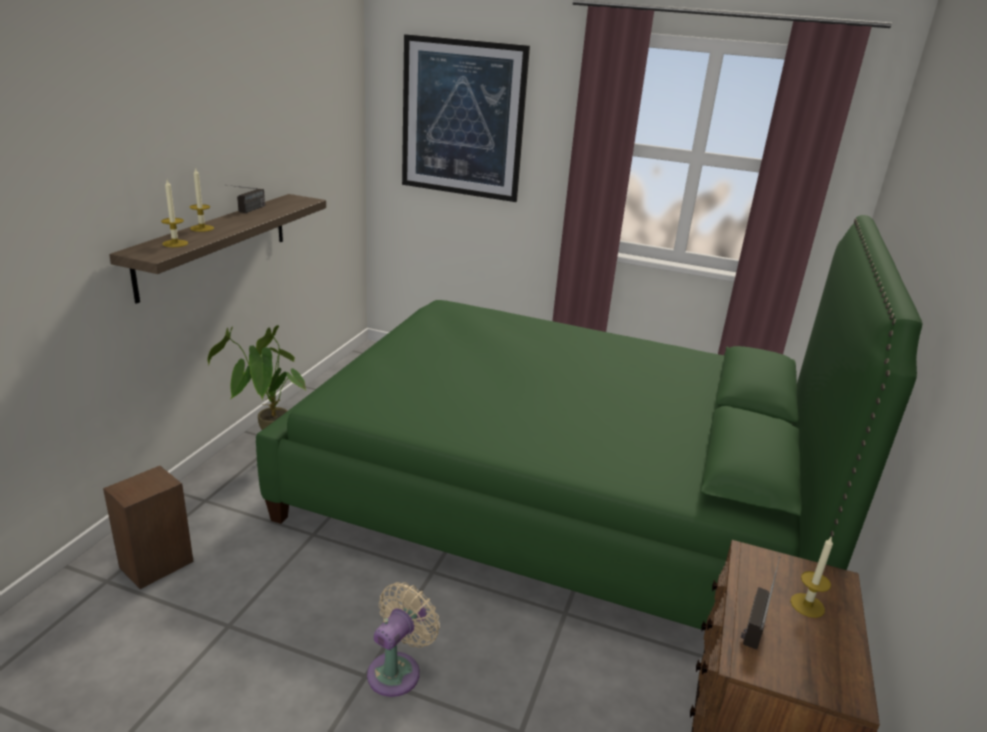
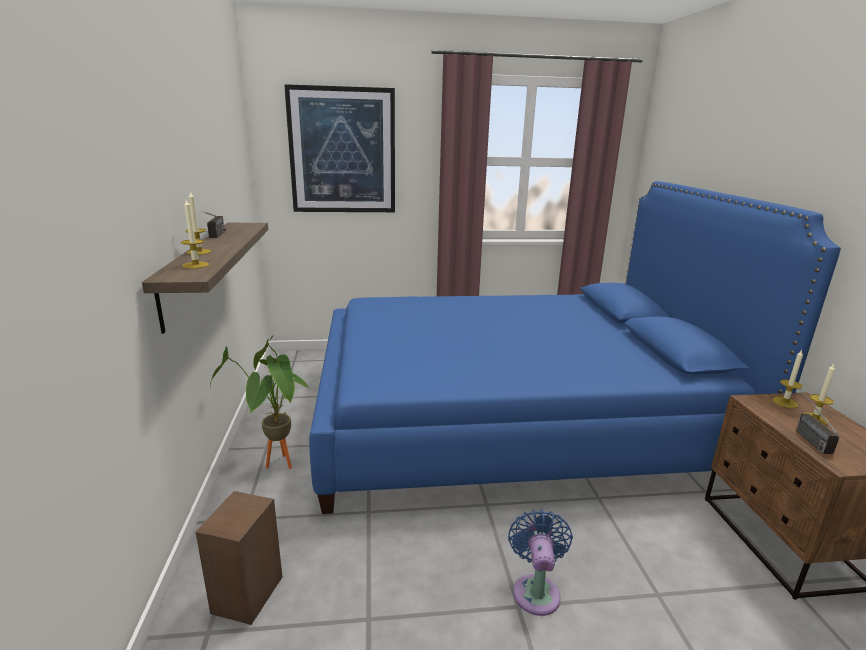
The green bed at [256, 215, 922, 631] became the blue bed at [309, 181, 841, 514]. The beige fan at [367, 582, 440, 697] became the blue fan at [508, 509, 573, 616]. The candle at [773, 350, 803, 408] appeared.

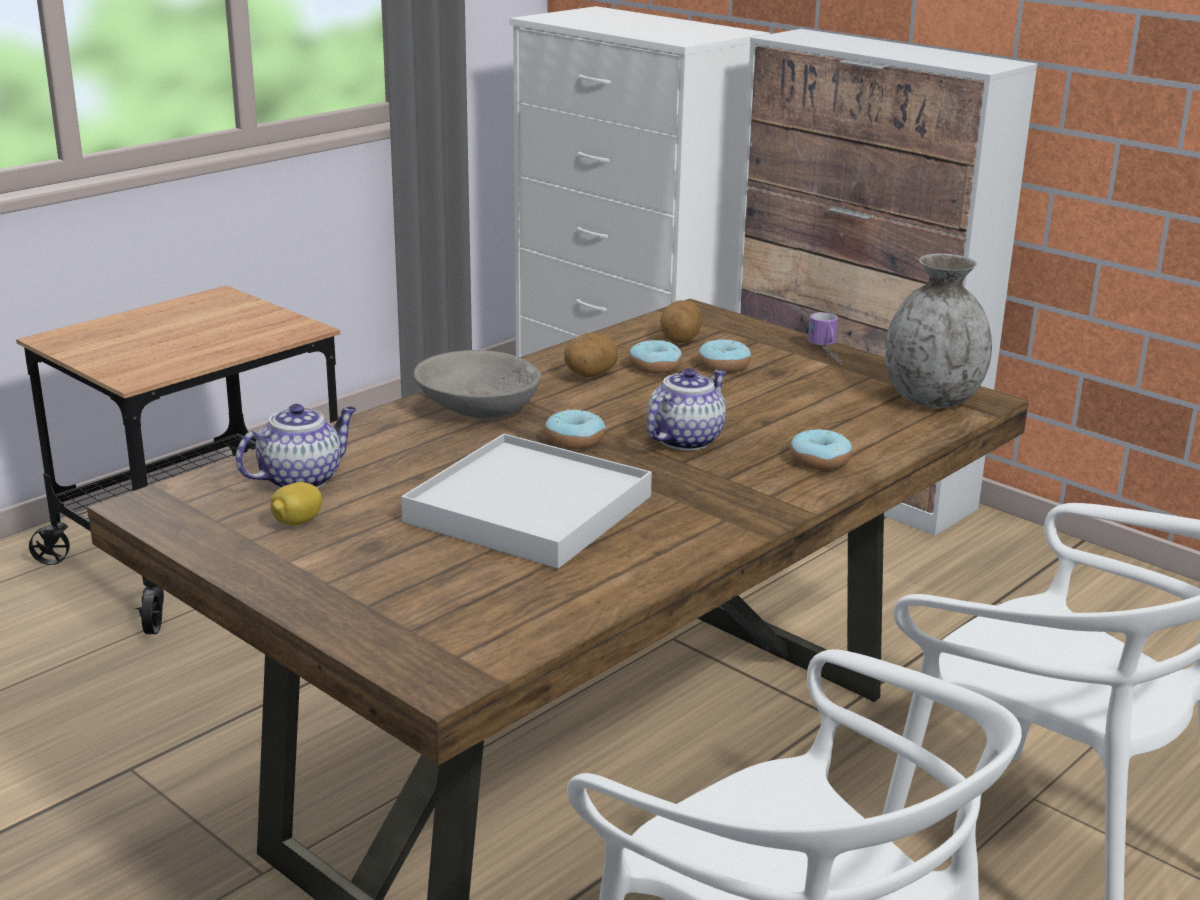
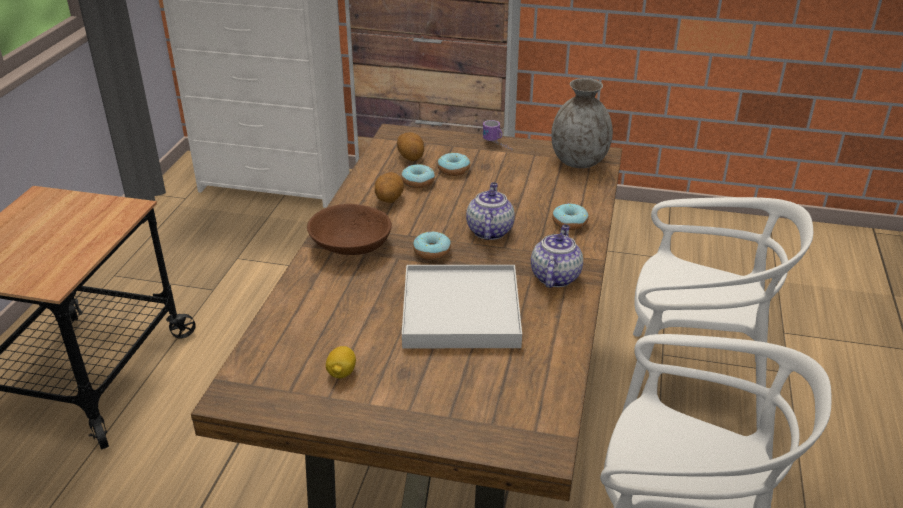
The teapot moved from [235, 404, 356, 488] to [531, 225, 583, 288]. The grey bowl at [413, 350, 542, 418] became the brown bowl at [307, 204, 392, 255].

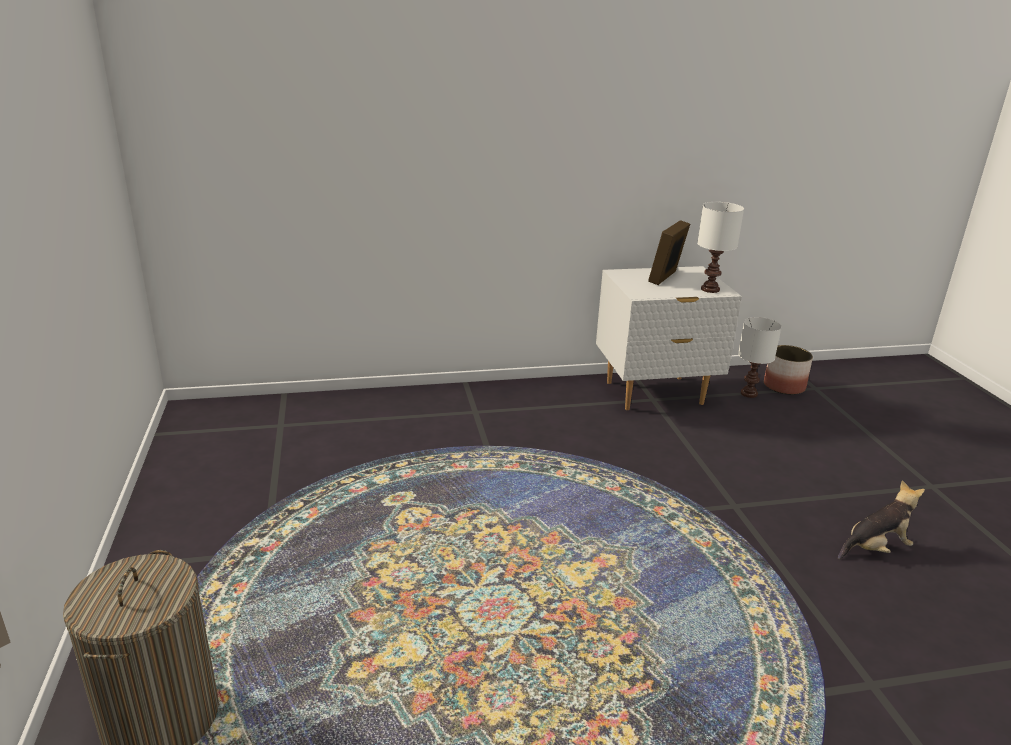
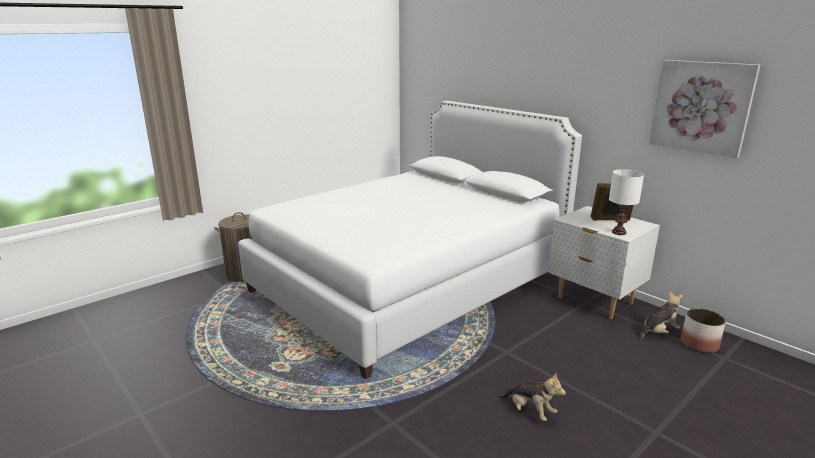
The white table lamp at [738, 317, 782, 398] was replaced by the plush toy at [639, 291, 683, 340]. The white bed at [238, 101, 582, 379] appeared. The picture at [649, 60, 760, 158] appeared.

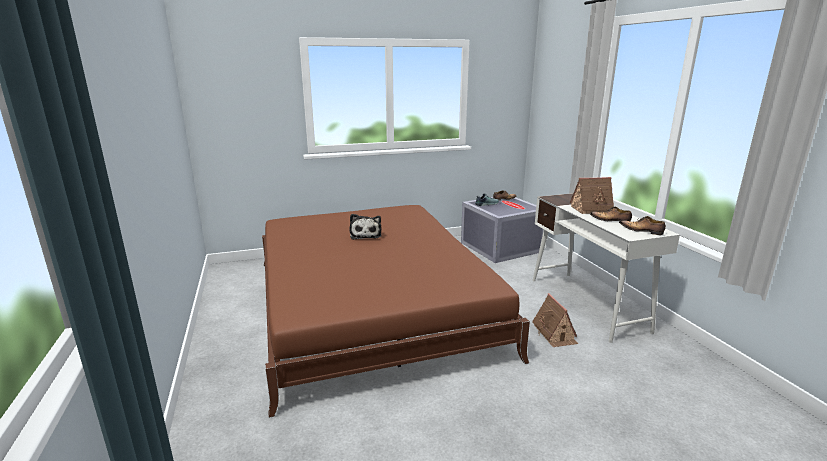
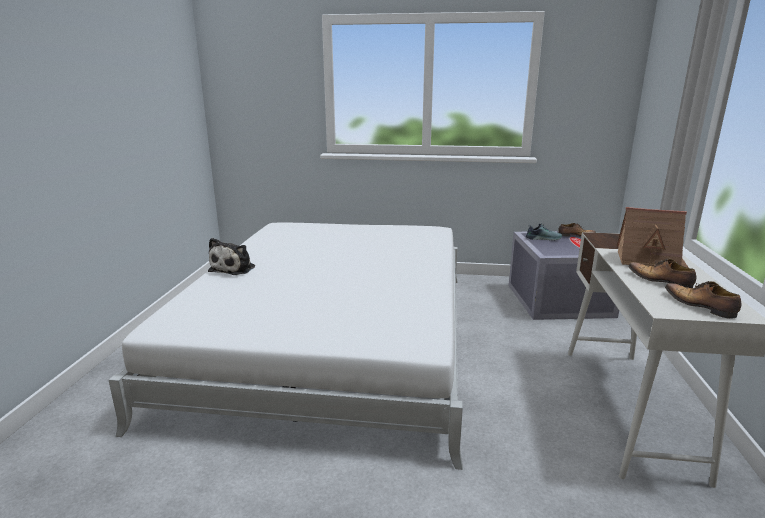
The brown bed at [262, 205, 530, 418] became the white bed at [109, 223, 463, 470]. The plush toy moved from [350, 214, 381, 240] to [208, 238, 255, 275]. The toy house at [532, 293, 578, 347] disappeared.

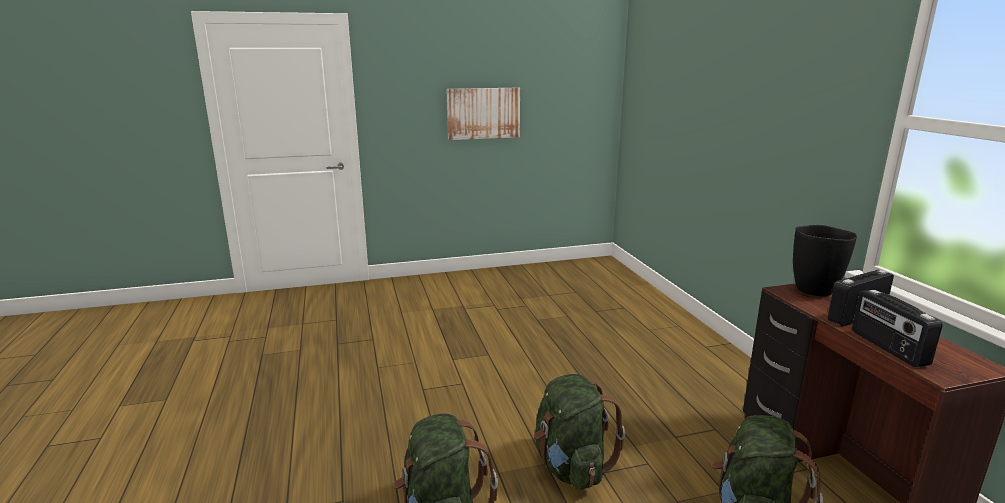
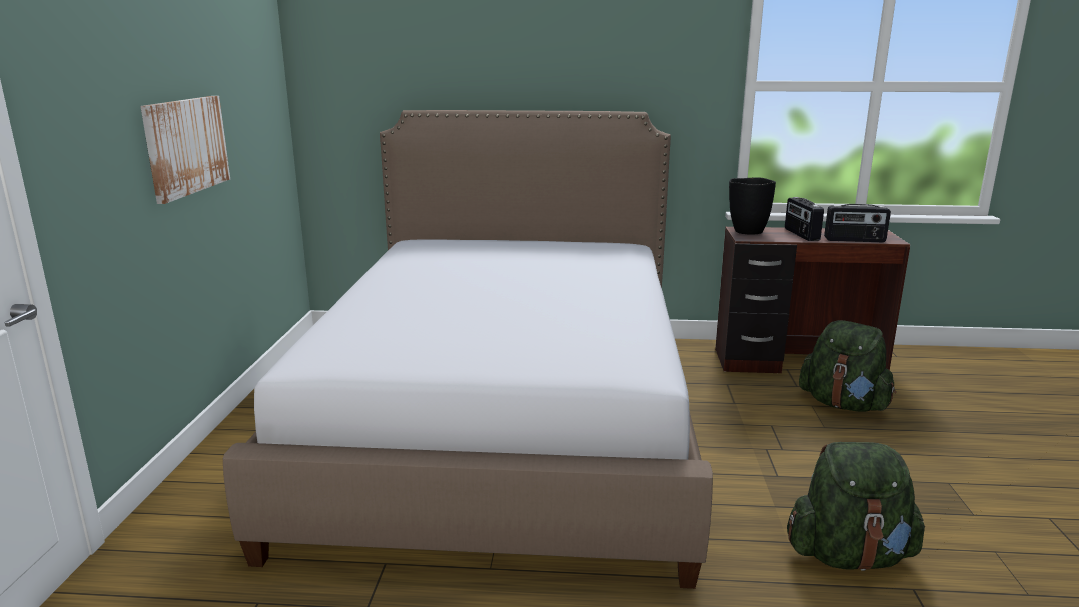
The green backpack at [534, 374, 625, 490] disappeared. The bed at [223, 110, 713, 589] appeared.

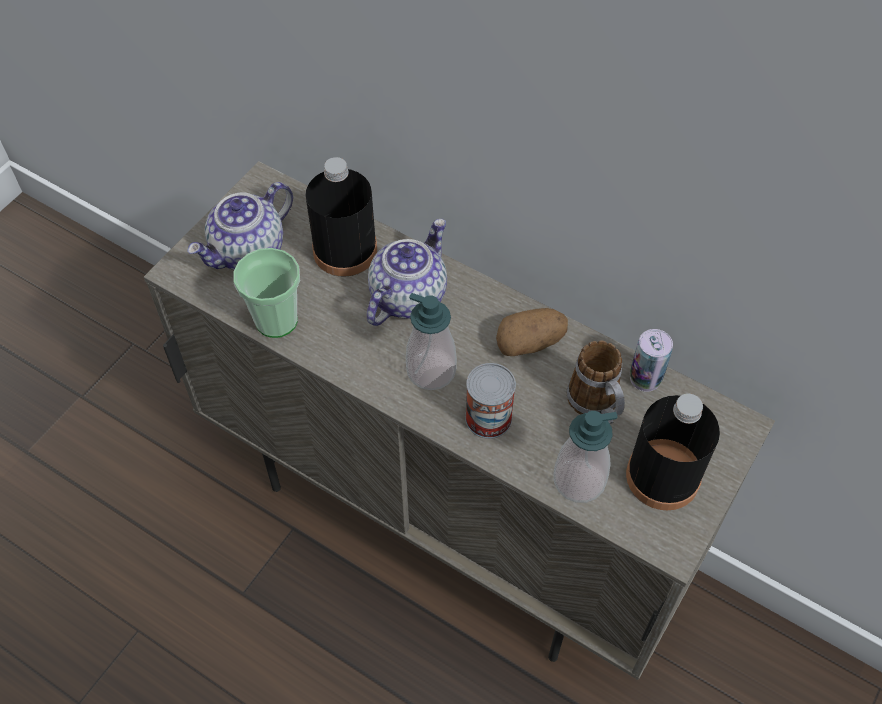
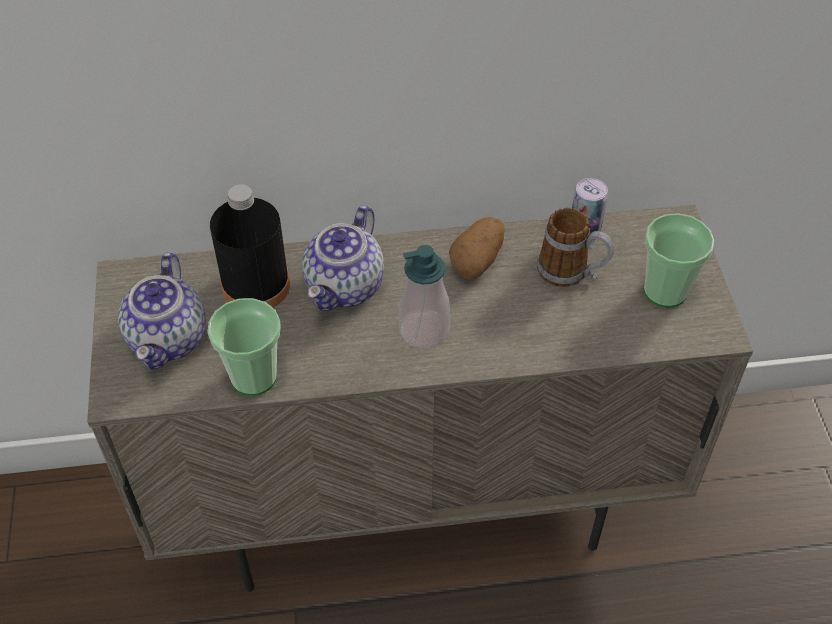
The teapot at [367, 219, 447, 326] turned 150 degrees counterclockwise. The can at [465, 363, 516, 439] disappeared. The soap dispenser at [554, 411, 618, 503] disappeared. The black bottle at [626, 393, 720, 510] was replaced by the cup at [644, 213, 714, 307].

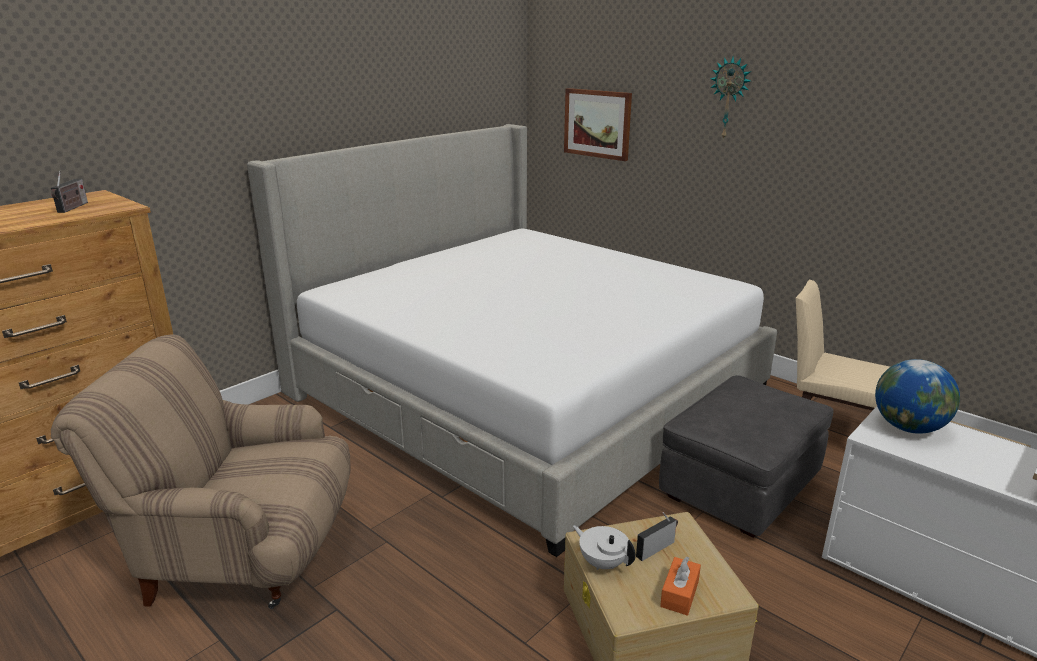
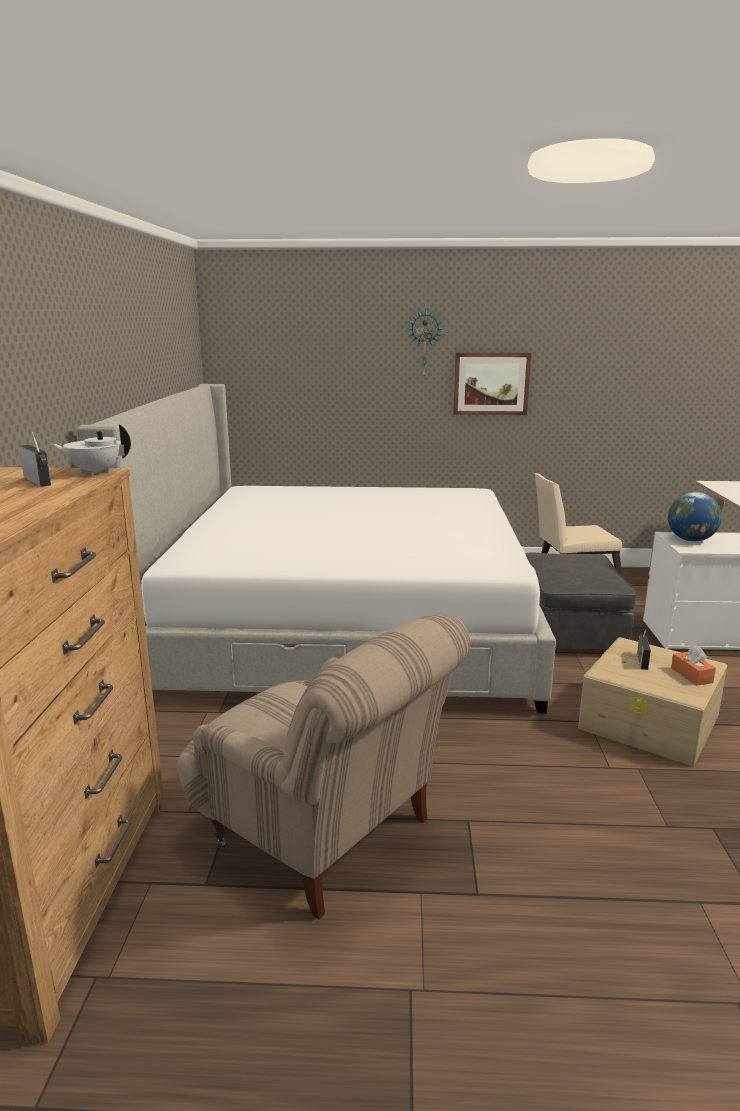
The beige armchair at [51, 335, 351, 609] turned 105 degrees counterclockwise. The picture moved from [564, 88, 632, 161] to [453, 353, 531, 415]. The white teapot moved from [573, 525, 636, 570] to [50, 424, 131, 475].

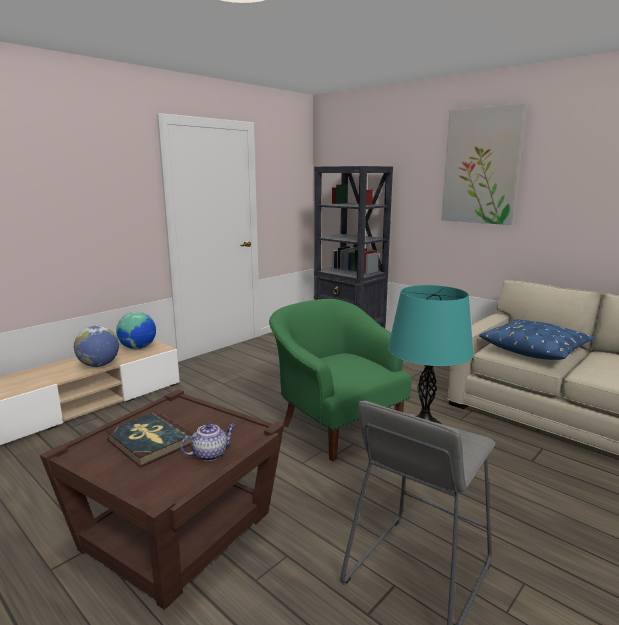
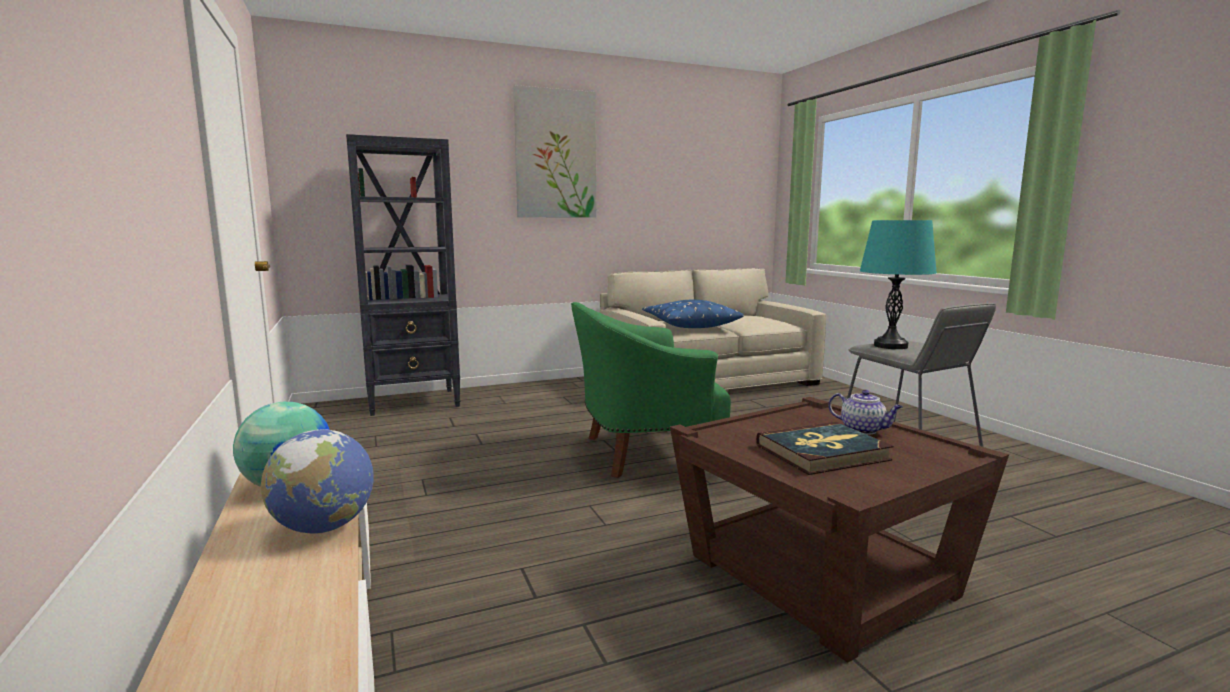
The teapot at [180, 424, 235, 461] turned 135 degrees clockwise.

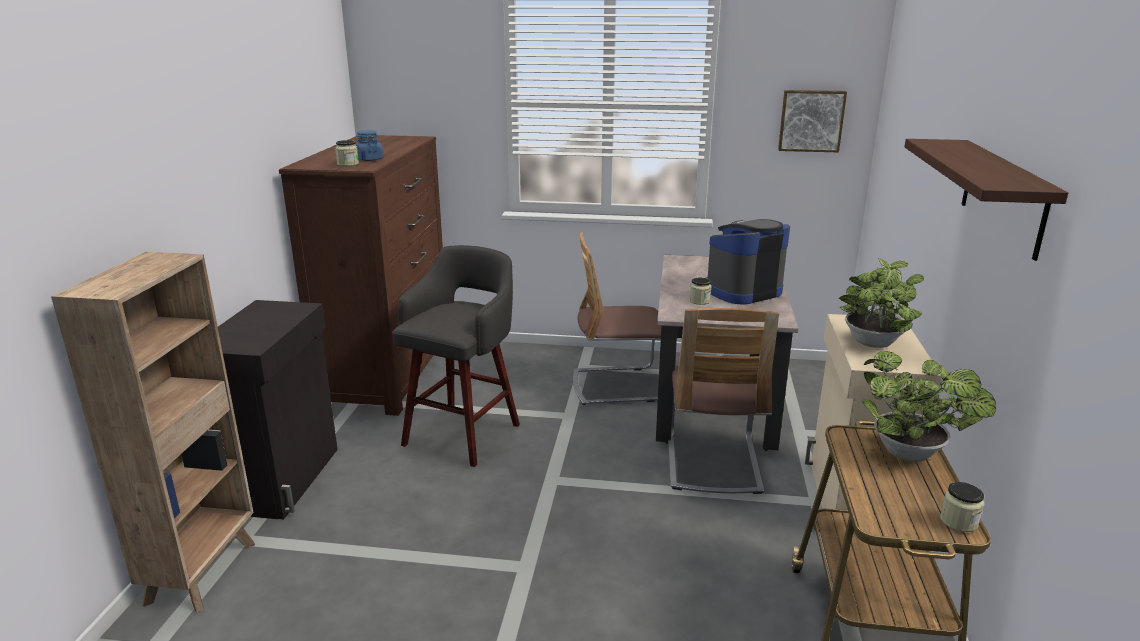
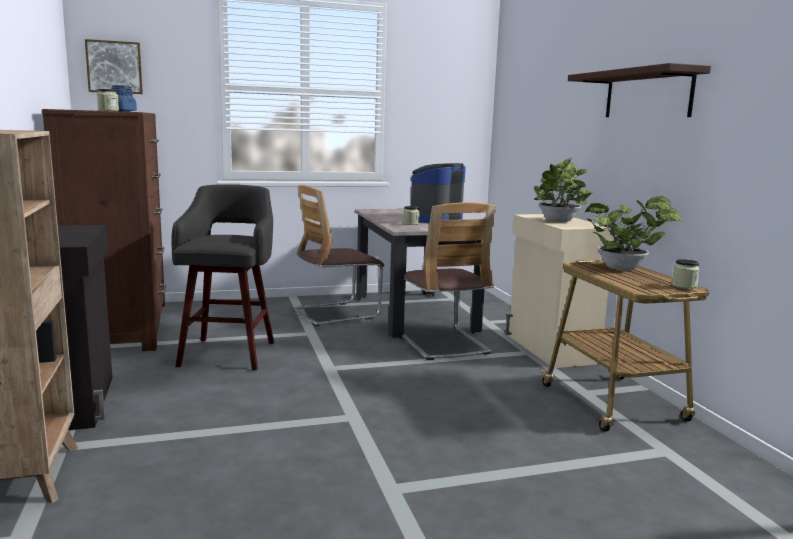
The picture moved from [778, 90, 847, 152] to [85, 39, 143, 94].

